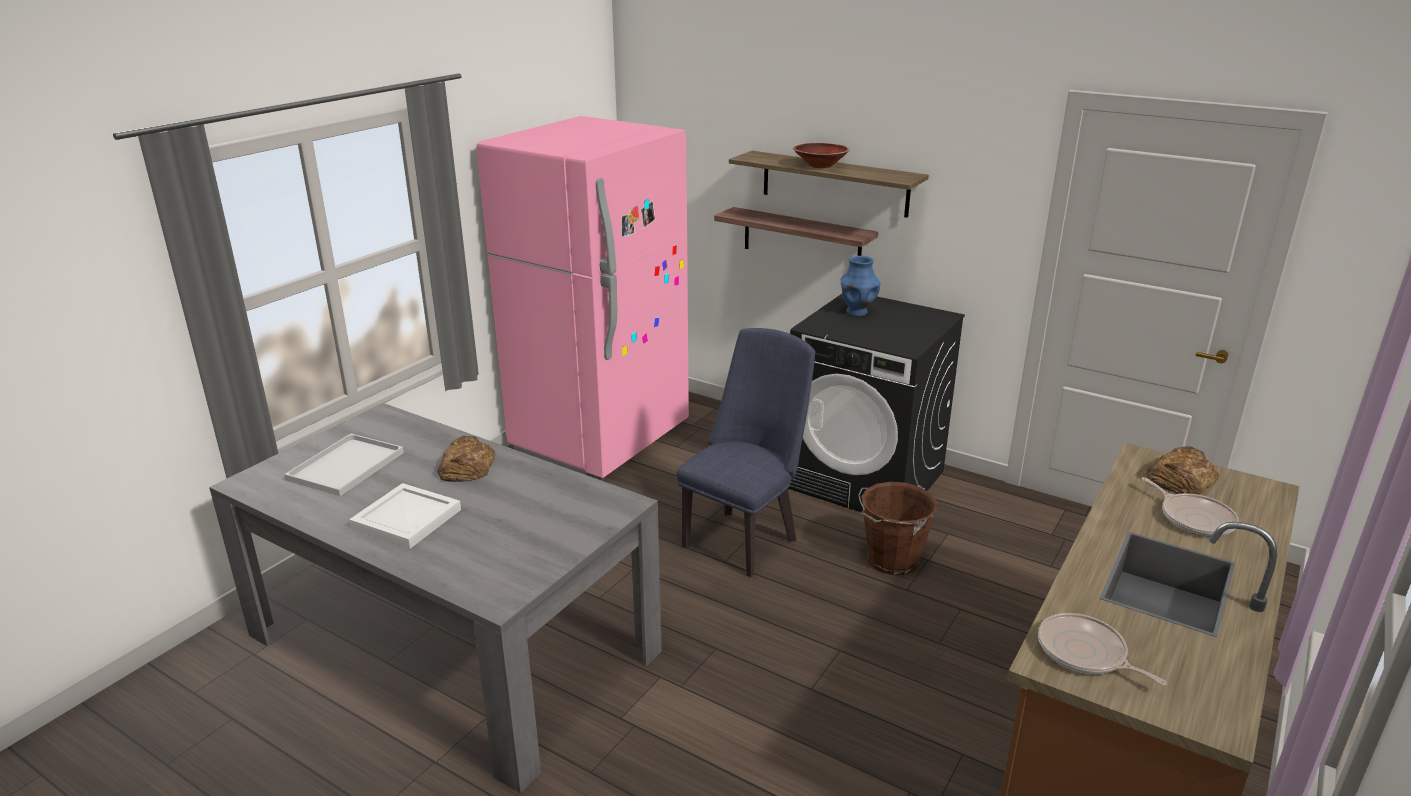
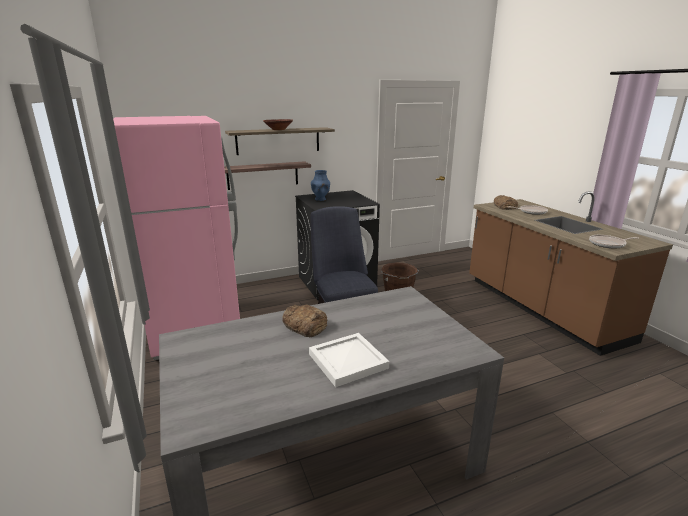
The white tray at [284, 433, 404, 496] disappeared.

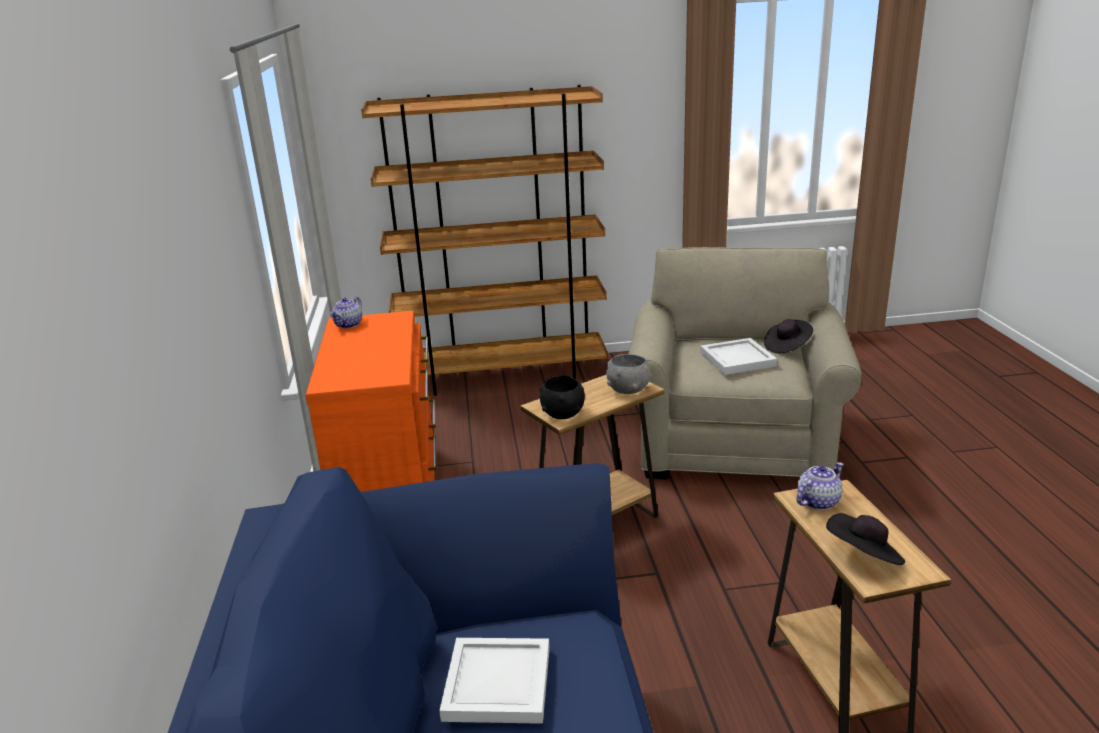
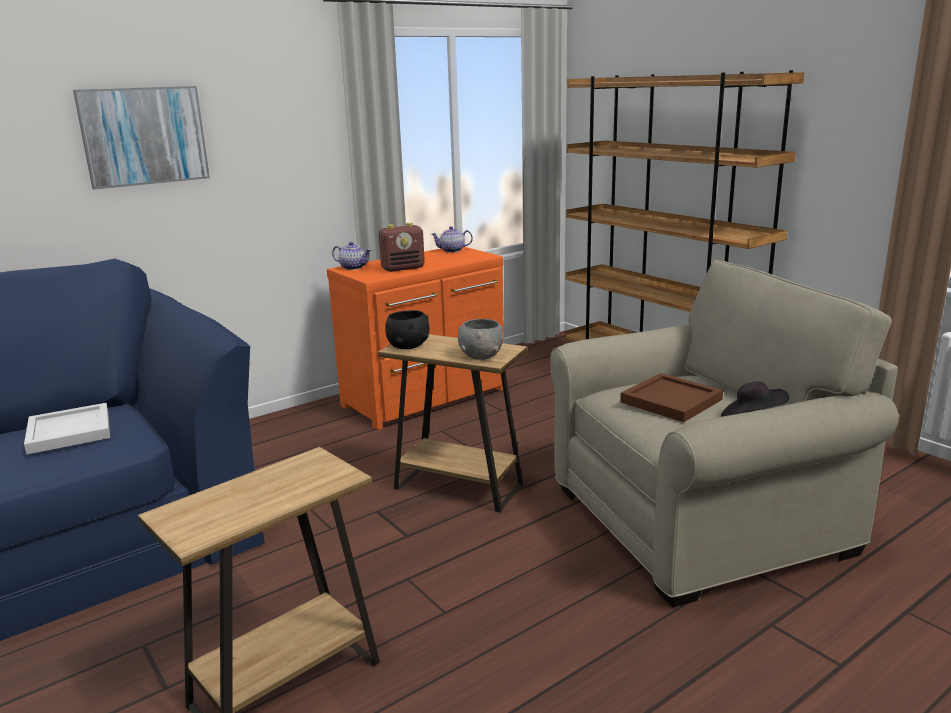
The white tray at [700, 338, 777, 375] became the brown tray at [620, 373, 723, 422]. The teapot moved from [797, 462, 843, 510] to [332, 242, 371, 270]. The black hat at [826, 513, 905, 565] disappeared. The picture at [73, 86, 210, 189] appeared. The radio at [379, 223, 425, 272] appeared.

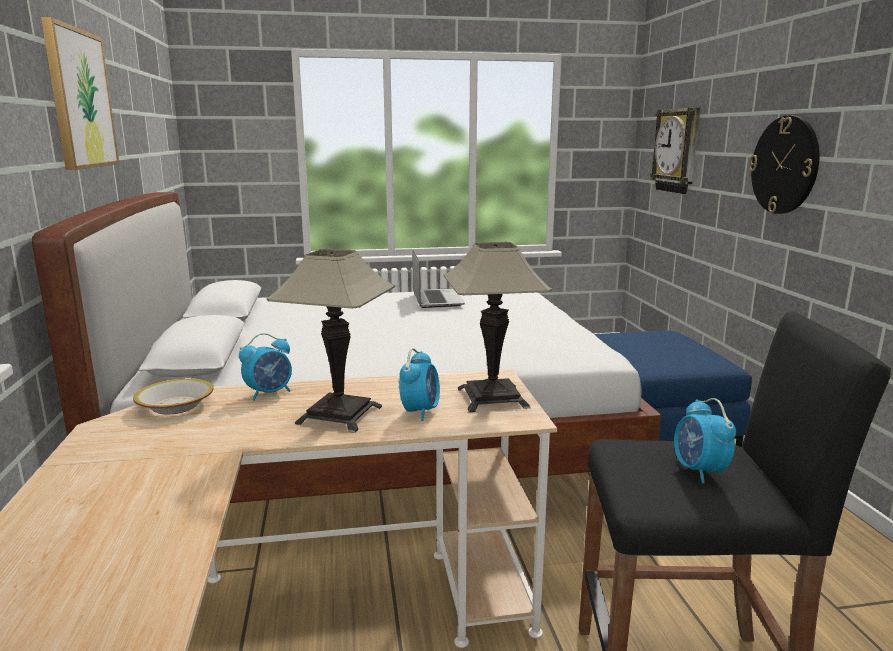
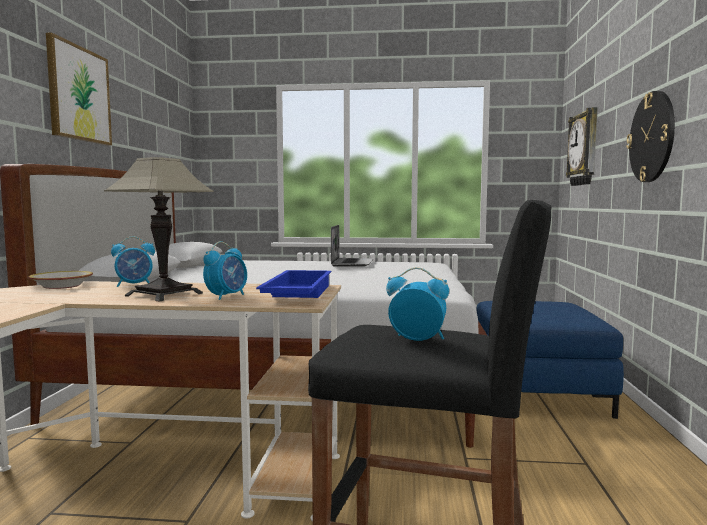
The table lamp at [444, 242, 552, 412] was replaced by the blue tray at [256, 270, 331, 298]. The alarm clock at [674, 398, 736, 483] turned 105 degrees clockwise.

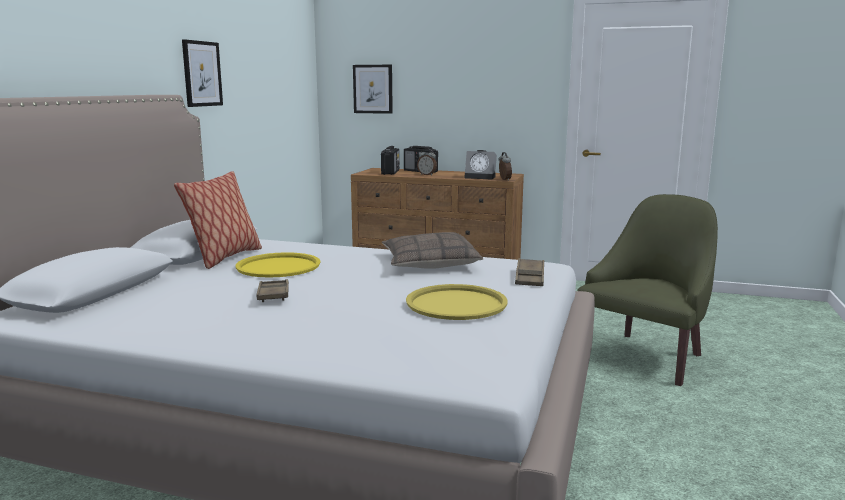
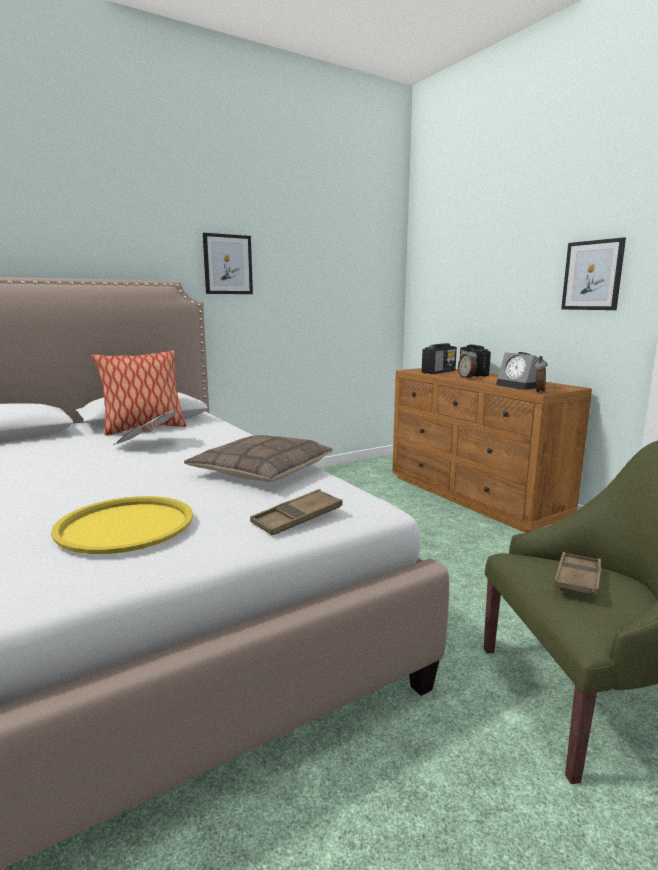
The yellow tray at [236, 252, 321, 277] was replaced by the newspaper at [113, 409, 179, 445]. The brown tray moved from [256, 279, 289, 302] to [554, 552, 601, 597]. The picture moved from [353, 65, 393, 114] to [561, 237, 626, 310].

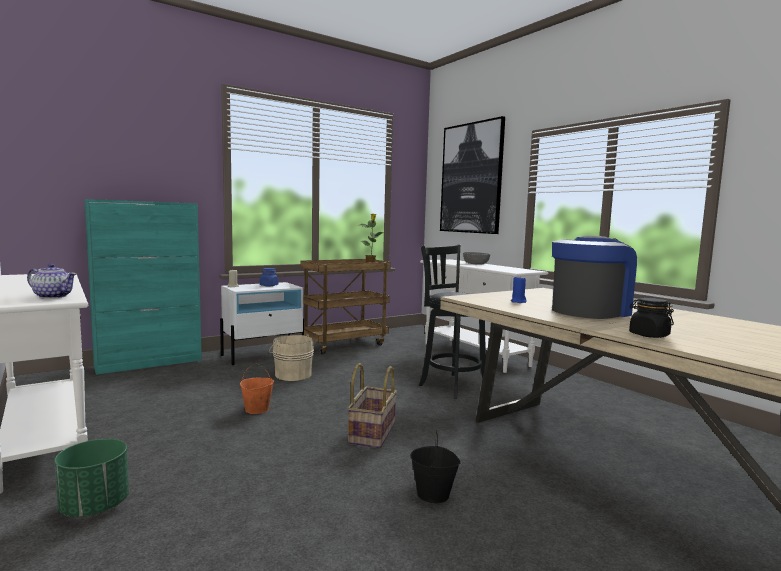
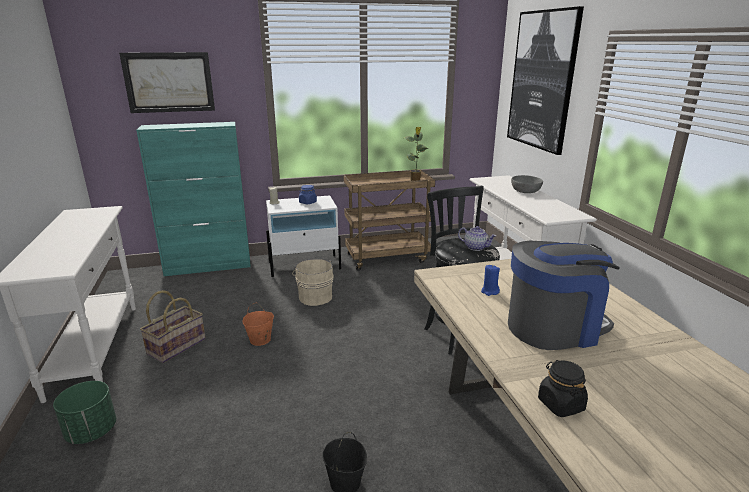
The teapot moved from [27, 263, 77, 299] to [458, 226, 496, 251]. The basket moved from [347, 363, 397, 448] to [140, 290, 206, 363]. The picture at [119, 52, 215, 113] appeared.

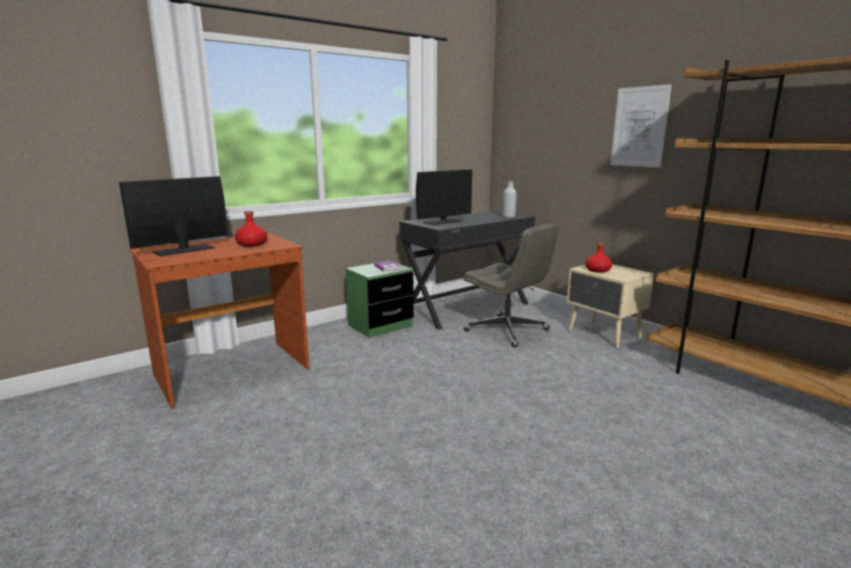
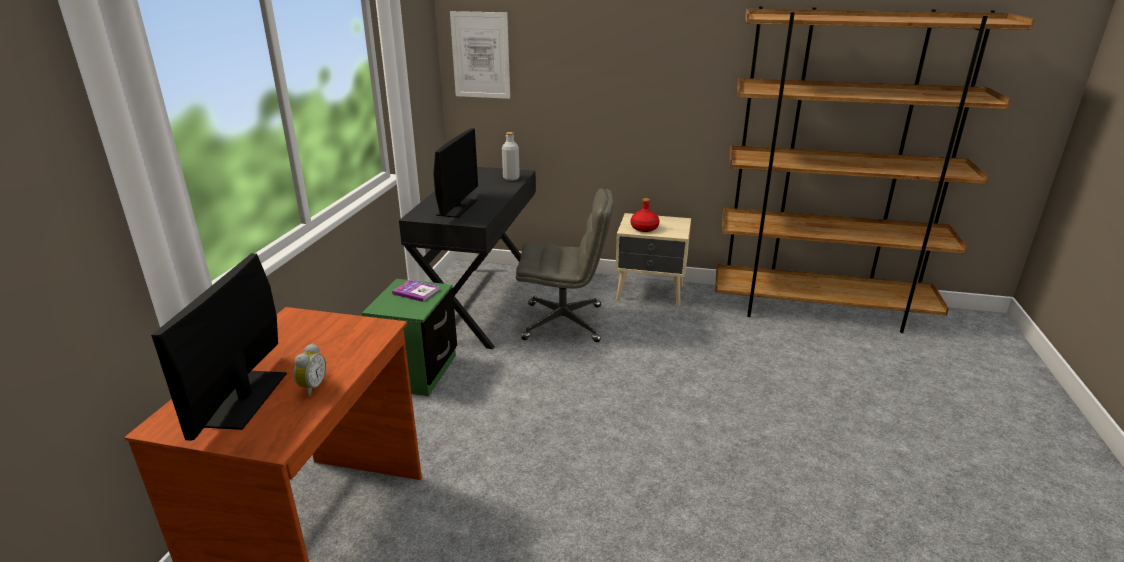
The red bottle at [235, 211, 267, 247] disappeared. The picture moved from [611, 84, 672, 168] to [450, 11, 510, 99]. The alarm clock at [294, 343, 326, 397] appeared.

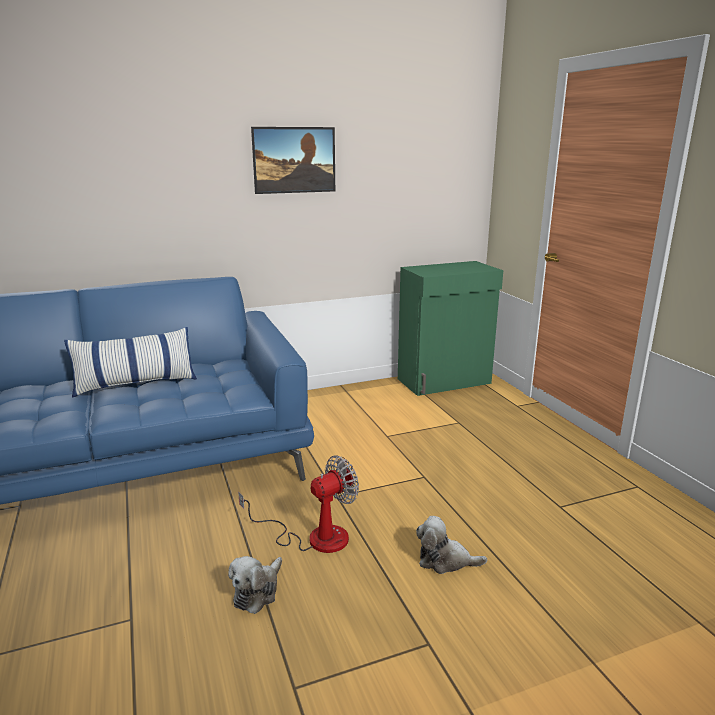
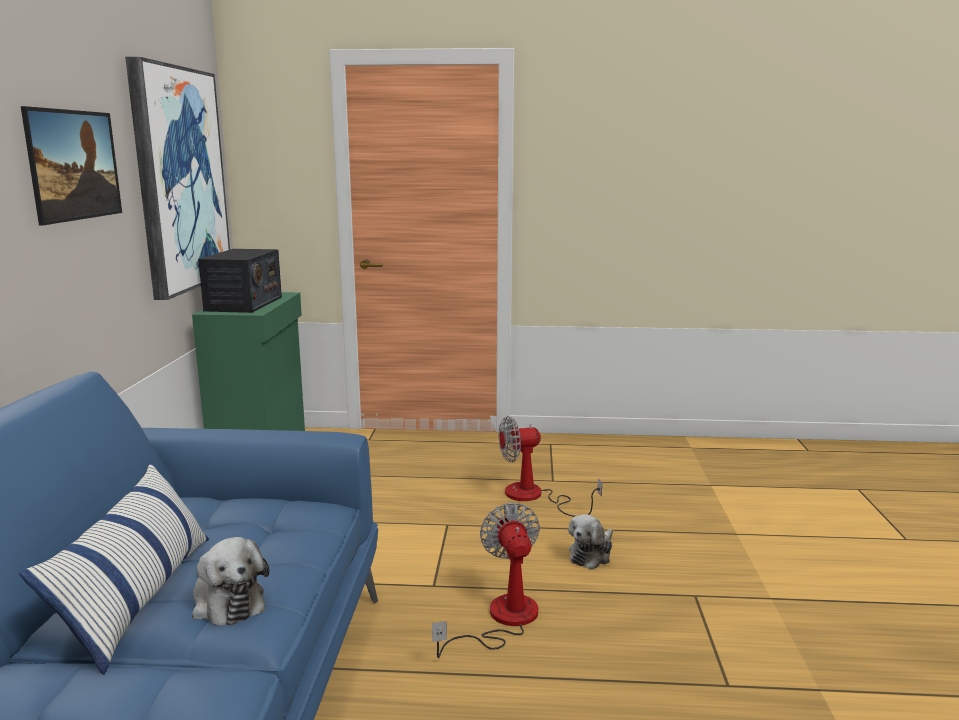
The plush toy moved from [228, 556, 282, 614] to [192, 537, 269, 626]. The picture at [125, 57, 230, 300] appeared. The radio at [198, 249, 282, 313] appeared. The fan at [499, 416, 602, 517] appeared.

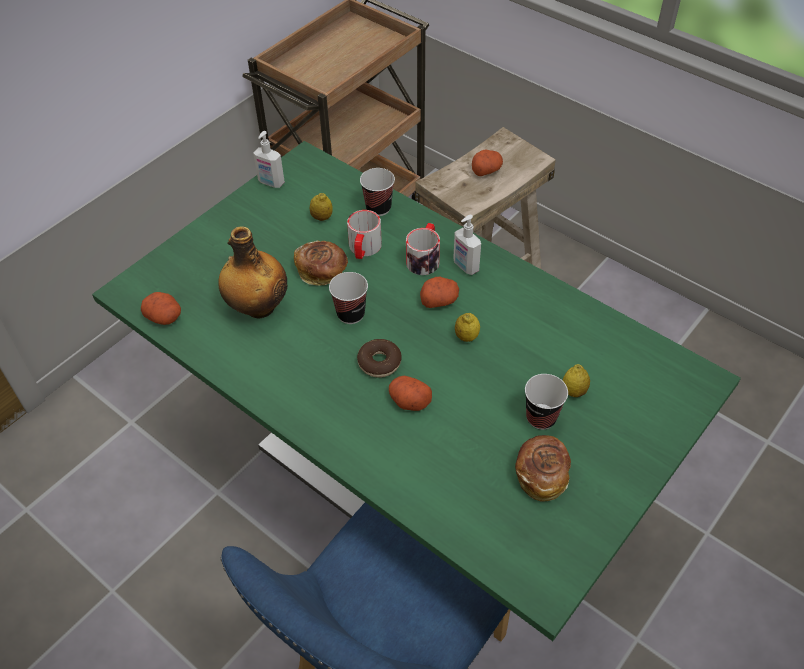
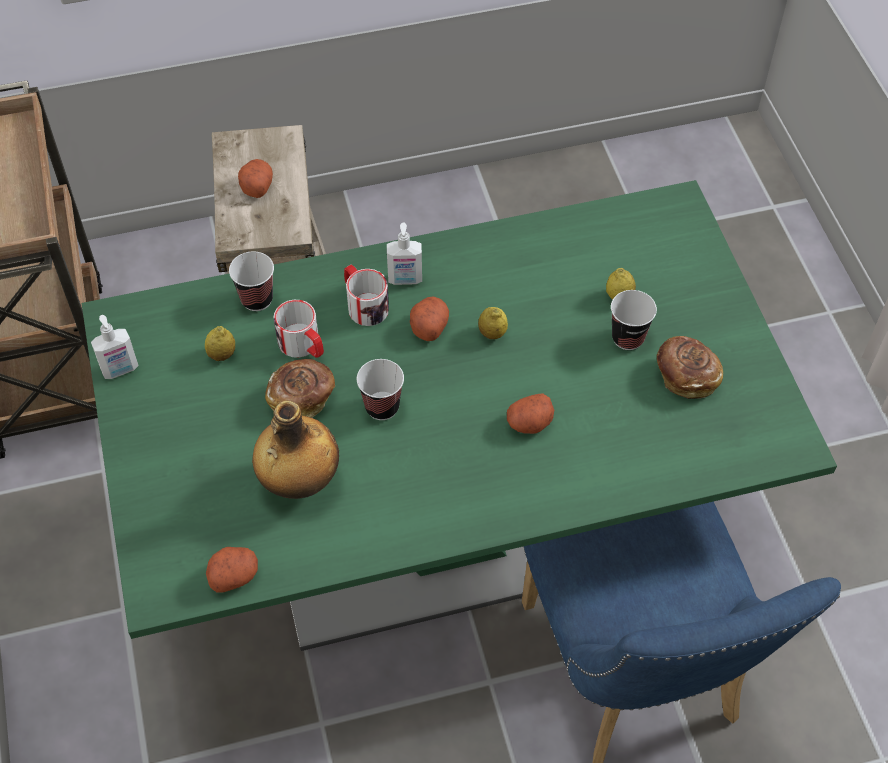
The donut at [357, 339, 401, 378] disappeared.

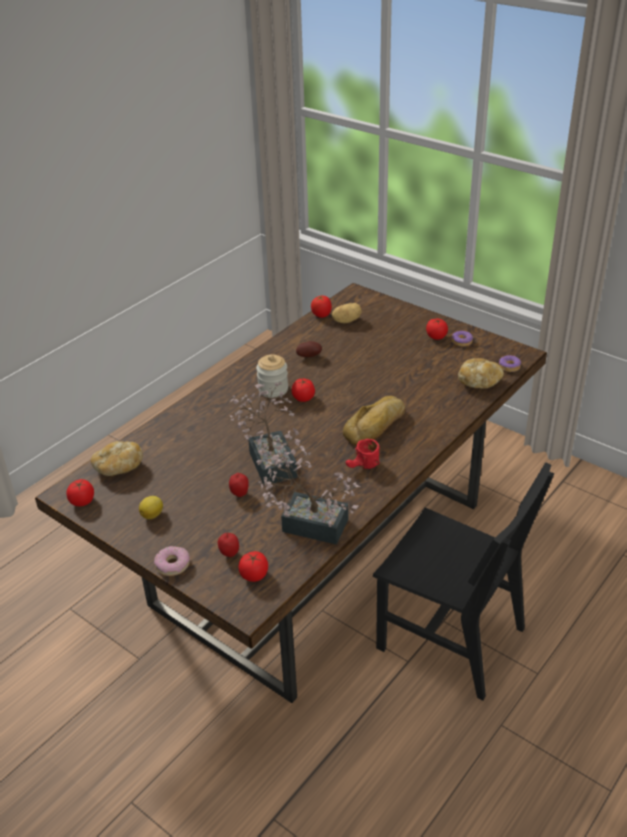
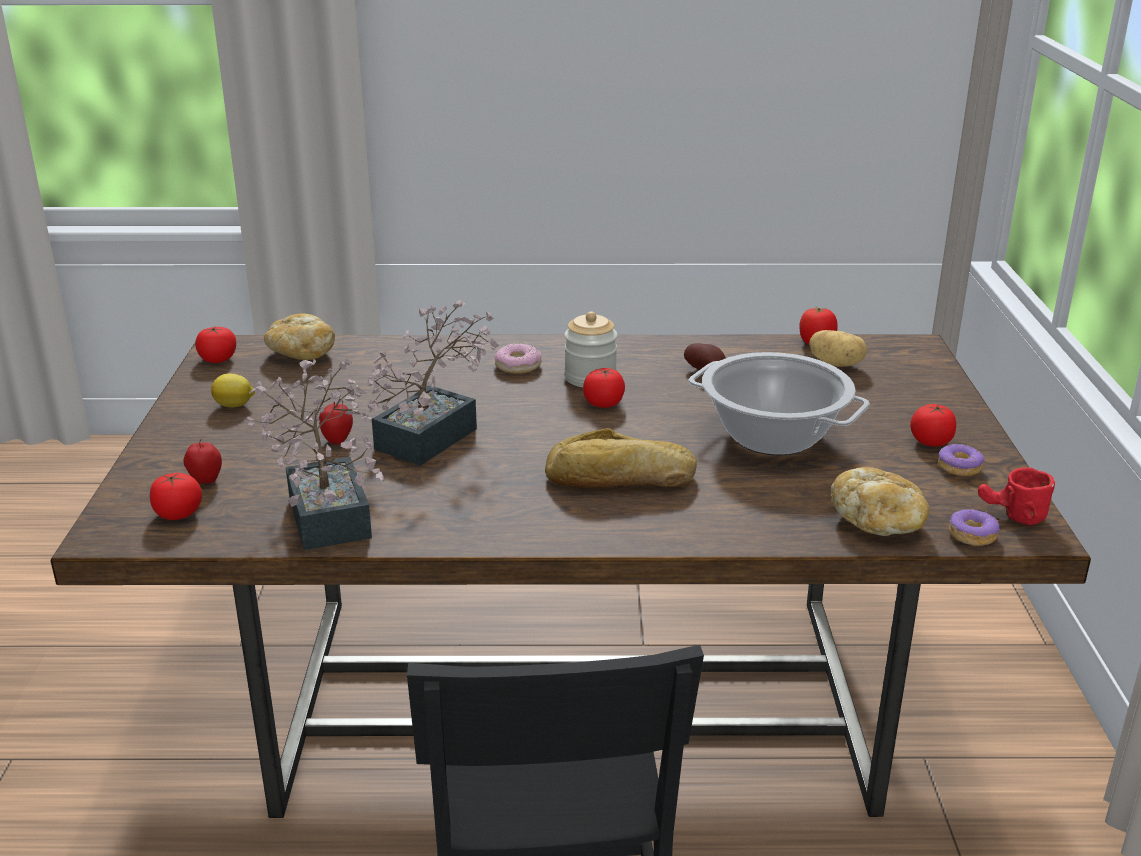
The donut moved from [154, 546, 190, 576] to [495, 343, 542, 374]. The red mug moved from [346, 439, 380, 469] to [978, 467, 1055, 525]. The cooking pot at [689, 352, 870, 455] appeared.

